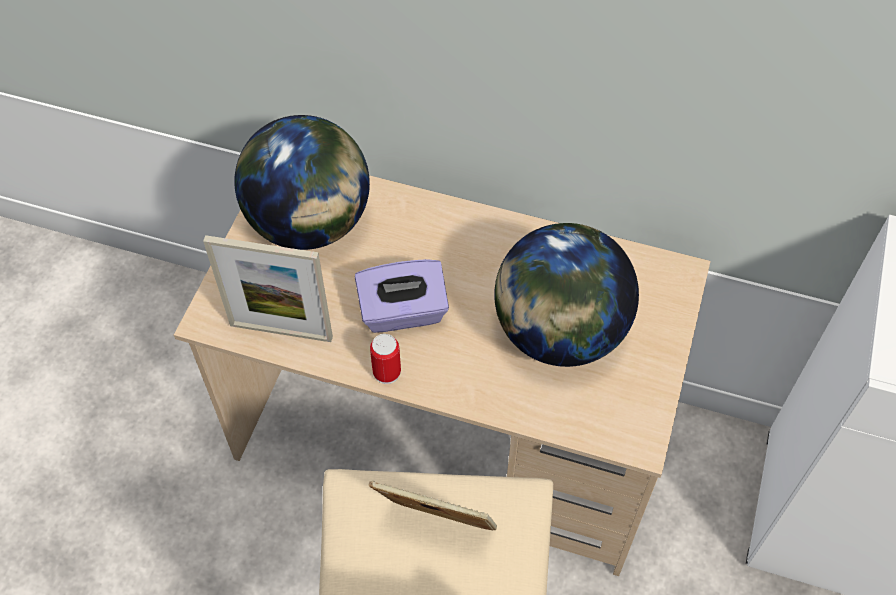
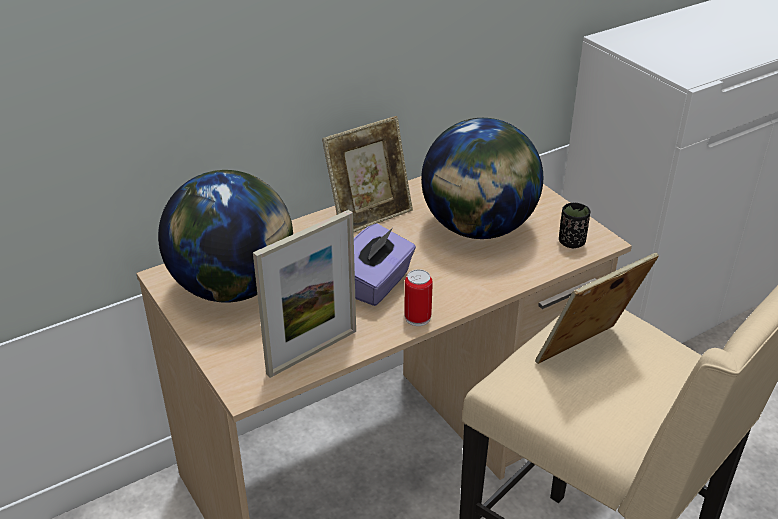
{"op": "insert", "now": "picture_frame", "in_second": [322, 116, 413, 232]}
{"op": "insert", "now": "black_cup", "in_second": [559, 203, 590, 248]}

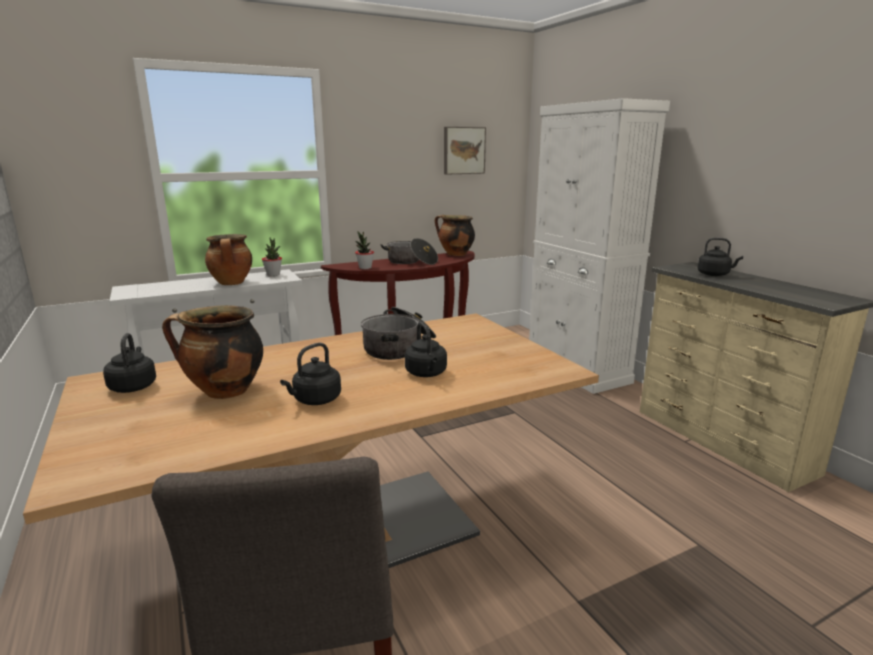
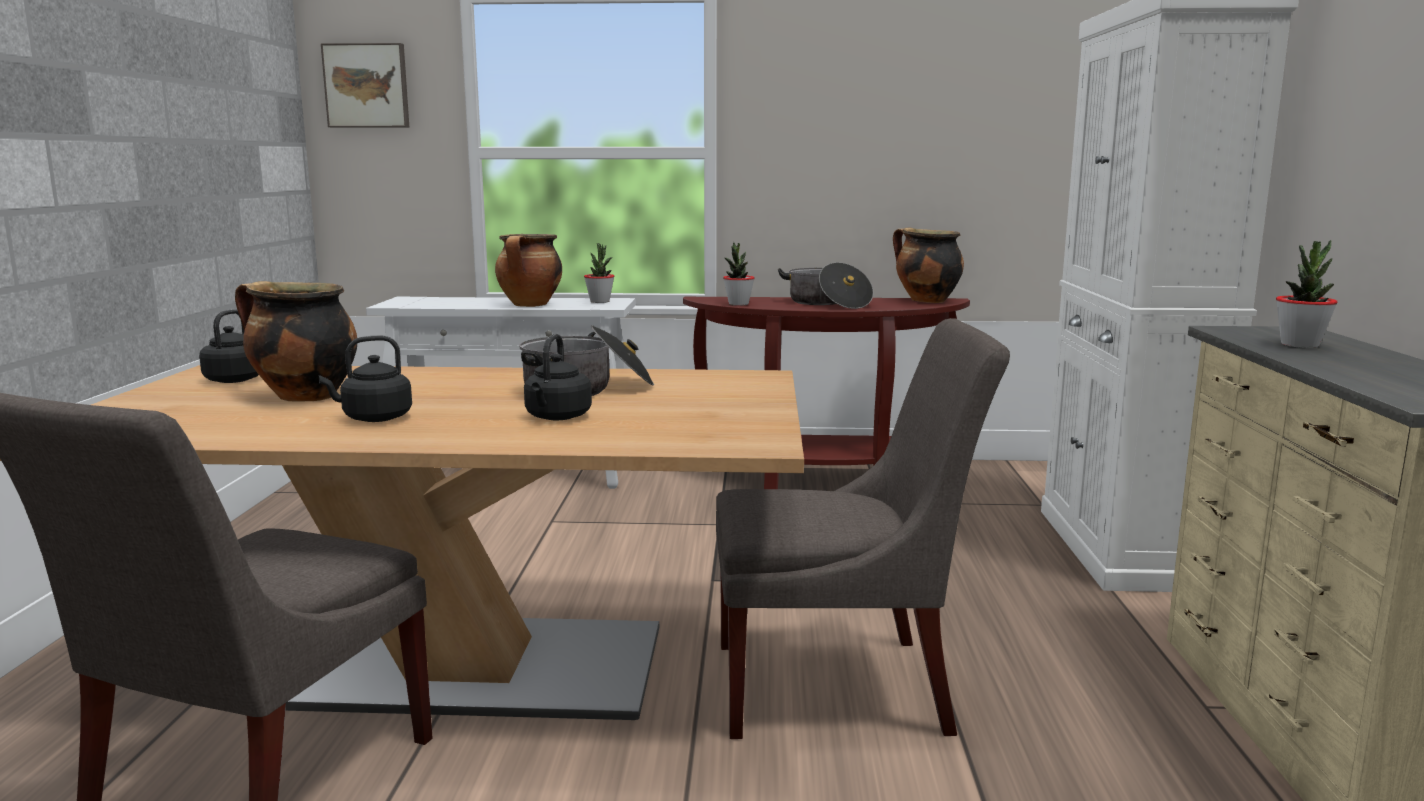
{"op": "insert", "now": "grey_chair", "in_second": [716, 318, 1010, 739]}
{"op": "move", "was": "picture", "in_first": [444, 127, 486, 175], "in_second": [321, 43, 409, 128]}
{"op": "replace", "was": "black_kettle", "now": "potted_plant", "in_first": [698, 237, 743, 276], "in_second": [1276, 240, 1338, 348]}

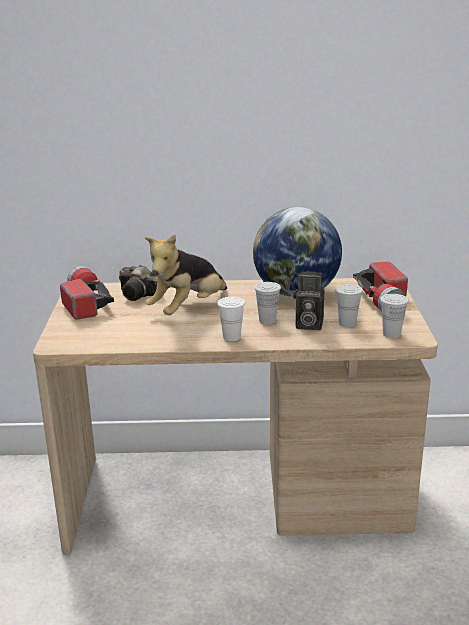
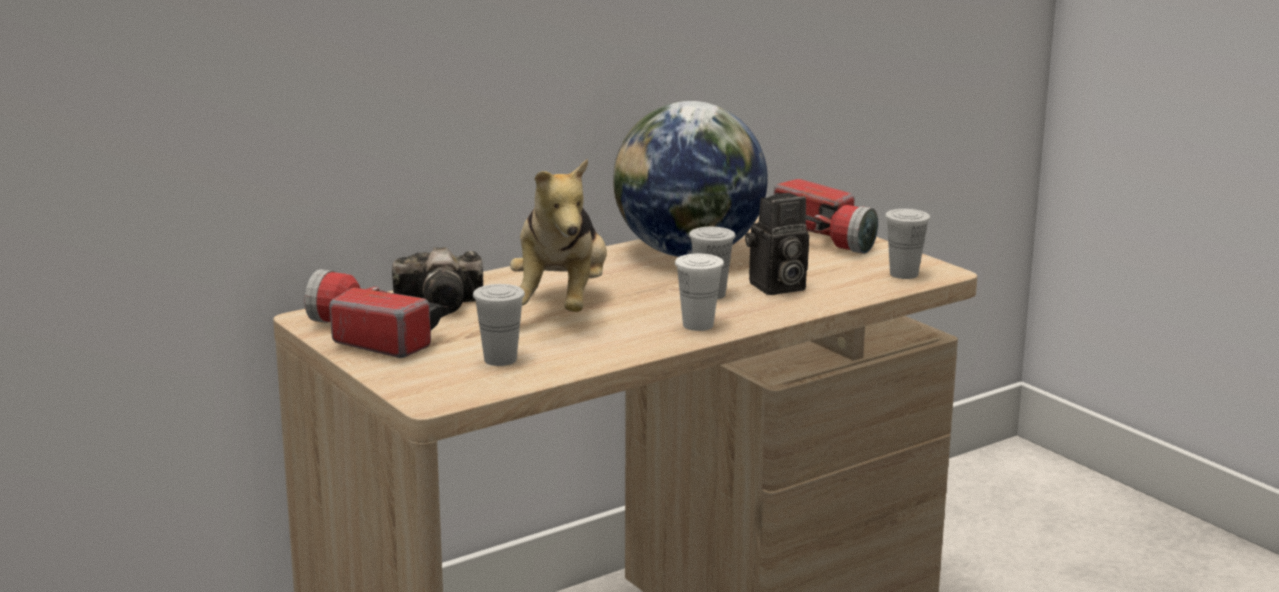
{"op": "move", "was": "white_cup", "in_first": [336, 284, 363, 327], "in_second": [473, 284, 525, 366]}

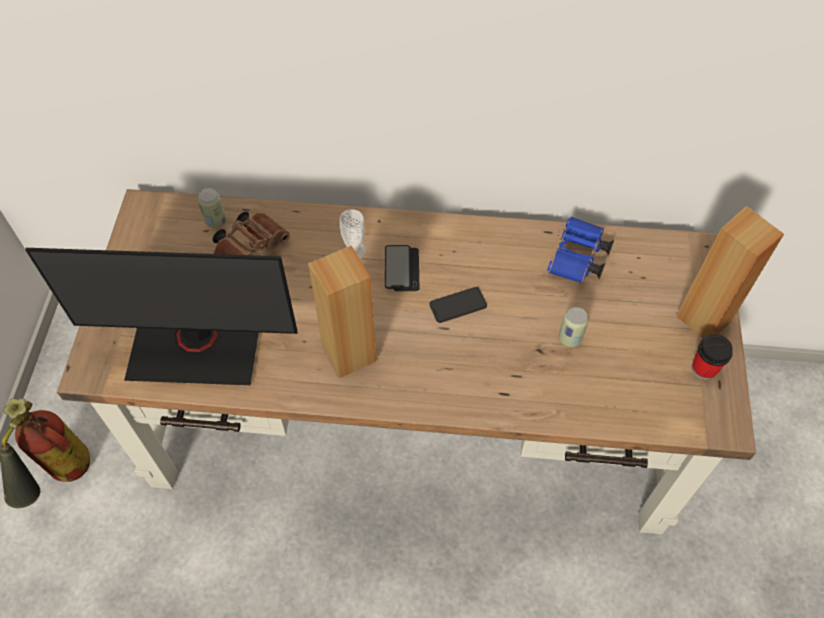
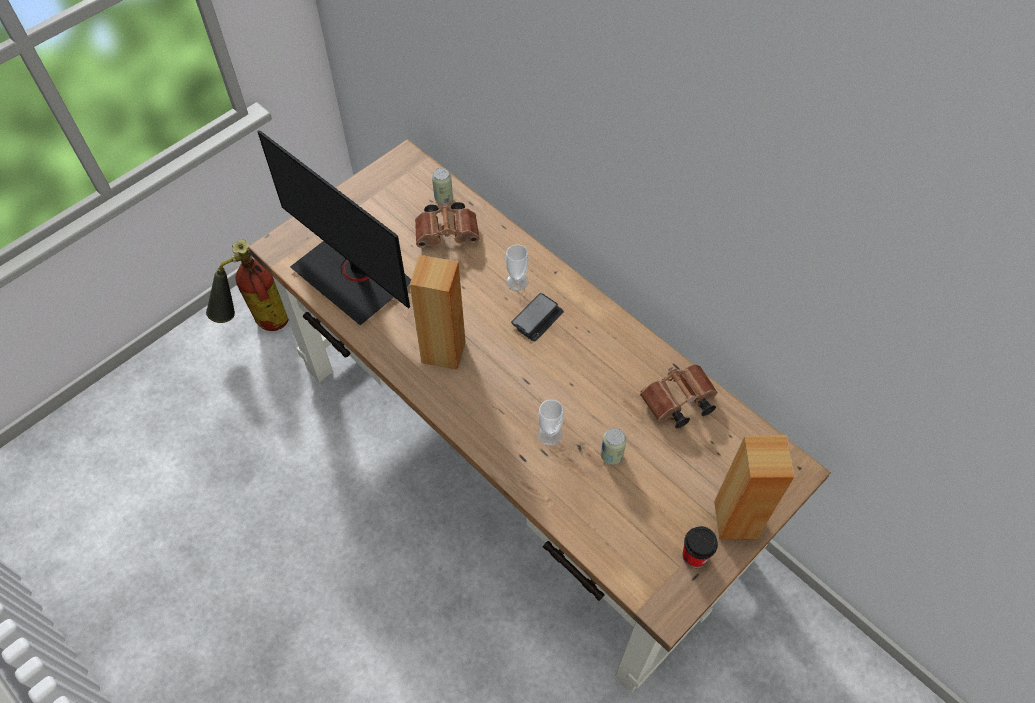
{"op": "delete", "was": "phone", "in_first": [429, 287, 487, 323]}
{"op": "insert", "now": "cup", "in_second": [537, 400, 564, 446]}
{"op": "recolor", "was": "blue_binoculars", "now": "brown_binoculars", "in_first": [547, 217, 614, 284], "in_second": [640, 364, 718, 428]}

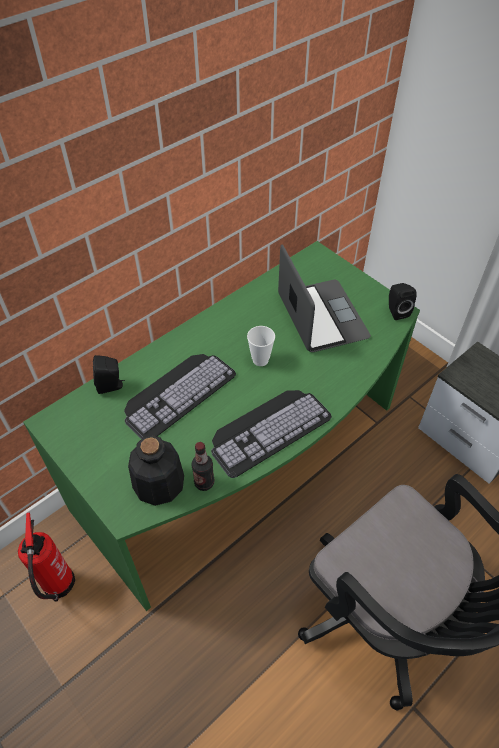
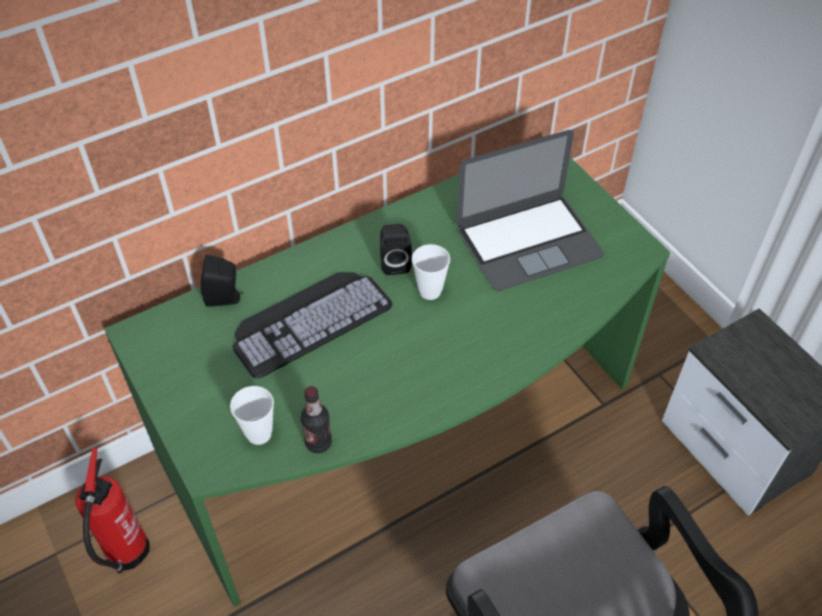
{"op": "delete", "was": "keyboard", "in_first": [211, 390, 332, 478]}
{"op": "move", "was": "black_speaker", "in_first": [389, 283, 417, 320], "in_second": [380, 224, 412, 275]}
{"op": "replace", "was": "bottle", "now": "cup", "in_first": [128, 435, 184, 506], "in_second": [230, 386, 274, 445]}
{"op": "rotate", "was": "laptop", "in_first": [278, 244, 371, 352], "in_second": [457, 130, 604, 291], "clockwise": 75}

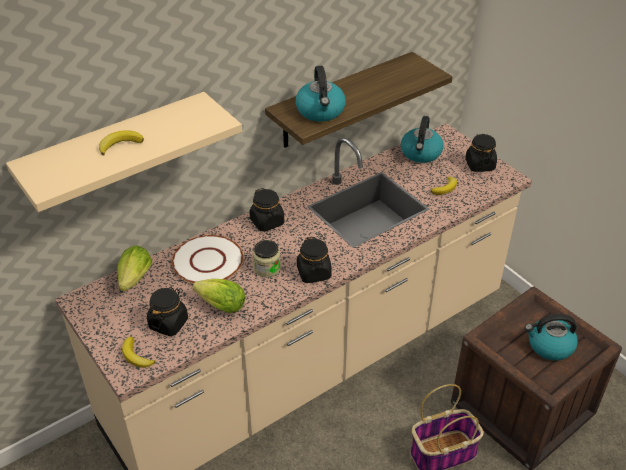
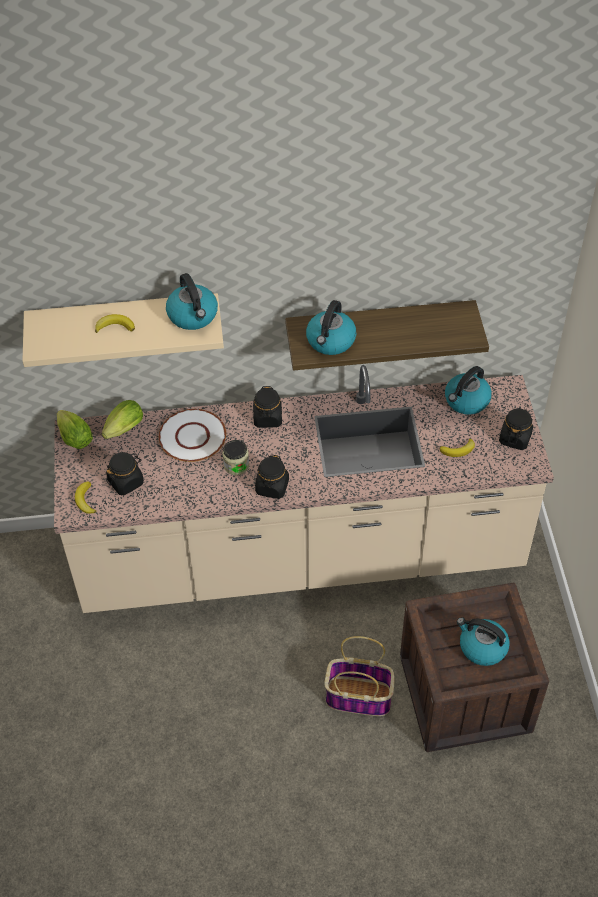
{"op": "insert", "now": "kettle", "in_second": [166, 273, 218, 330]}
{"op": "move", "was": "lettuce", "in_first": [193, 279, 245, 313], "in_second": [57, 410, 93, 449]}

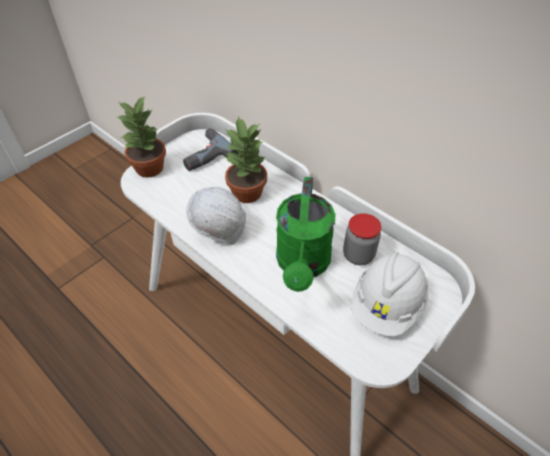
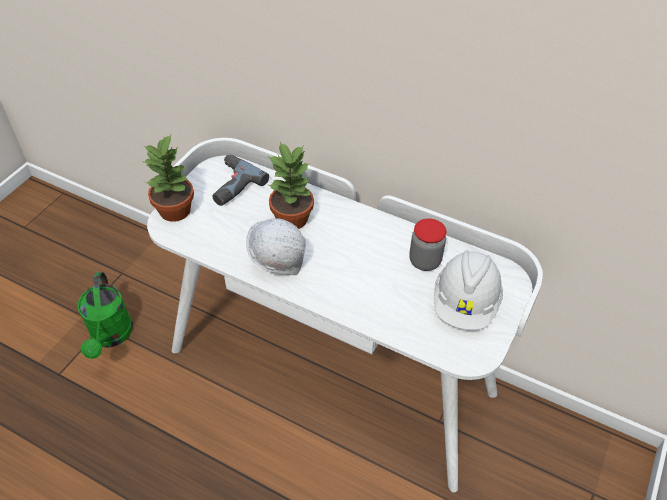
{"op": "move", "was": "green_watering_can", "in_first": [276, 177, 336, 292], "in_second": [77, 272, 133, 359]}

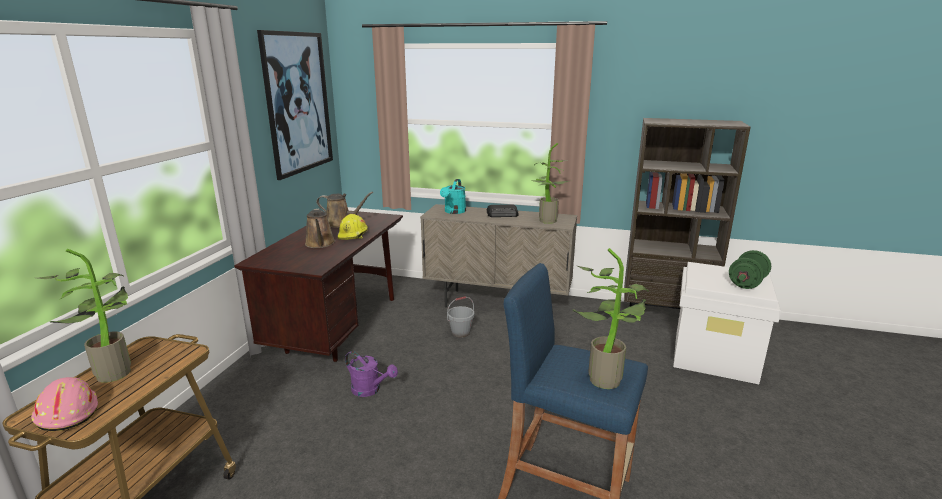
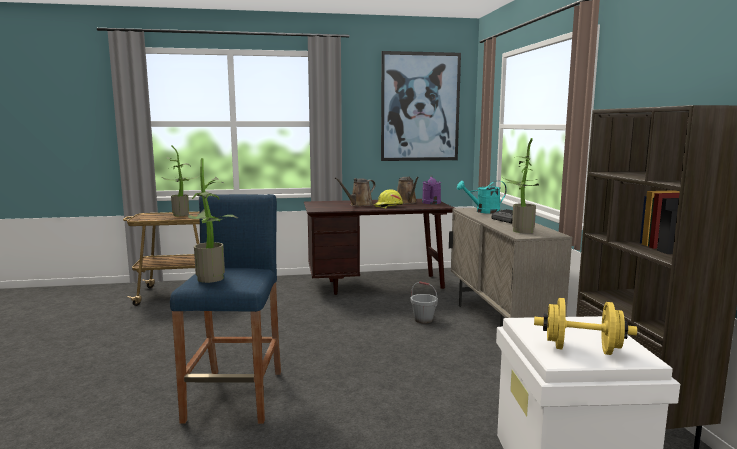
{"op": "delete", "was": "pink_hard_hat", "in_first": [31, 377, 98, 431]}
{"op": "move", "was": "purple_watering_can", "in_first": [345, 351, 398, 397], "in_second": [422, 175, 441, 204]}
{"op": "recolor", "was": "green_dumbbell", "now": "yellow_dumbbell", "in_first": [729, 250, 771, 289], "in_second": [534, 298, 637, 355]}

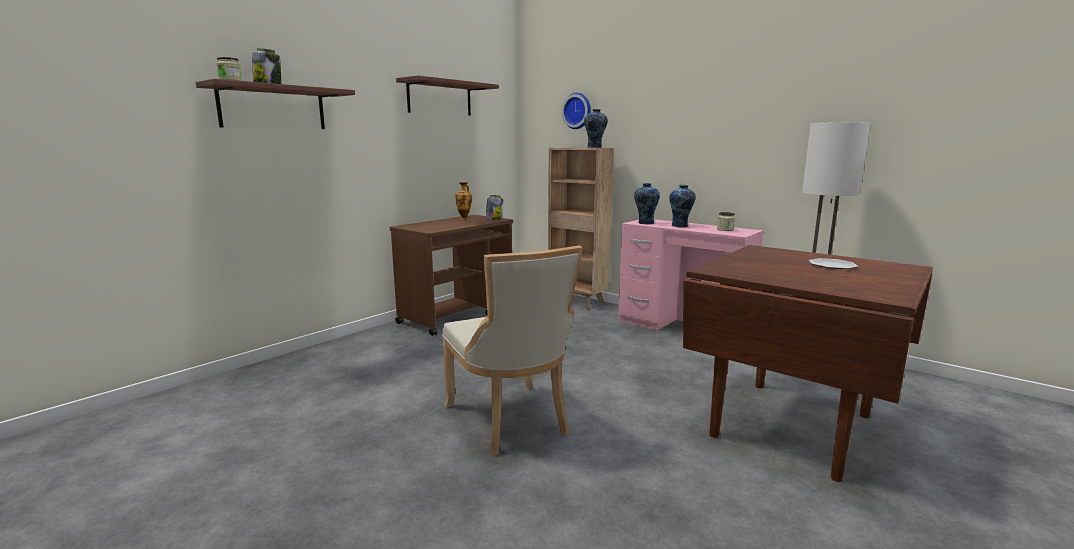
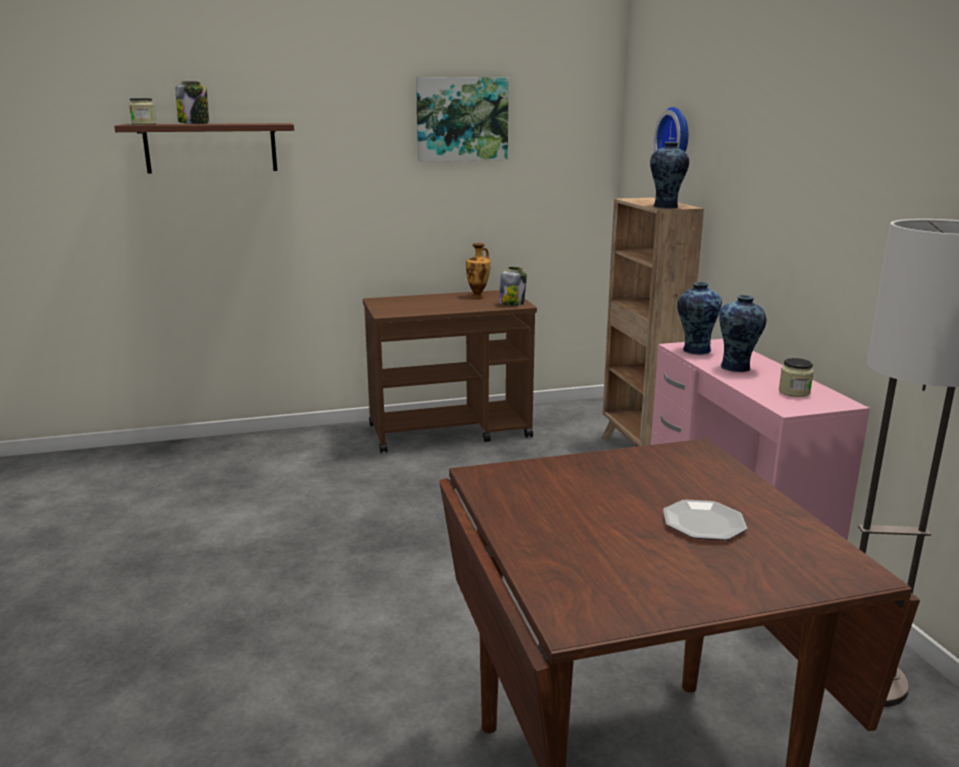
{"op": "delete", "was": "beige_chair", "in_first": [442, 245, 583, 455]}
{"op": "replace", "was": "brown_shelf", "now": "picture", "in_first": [396, 75, 499, 116], "in_second": [416, 77, 509, 162]}

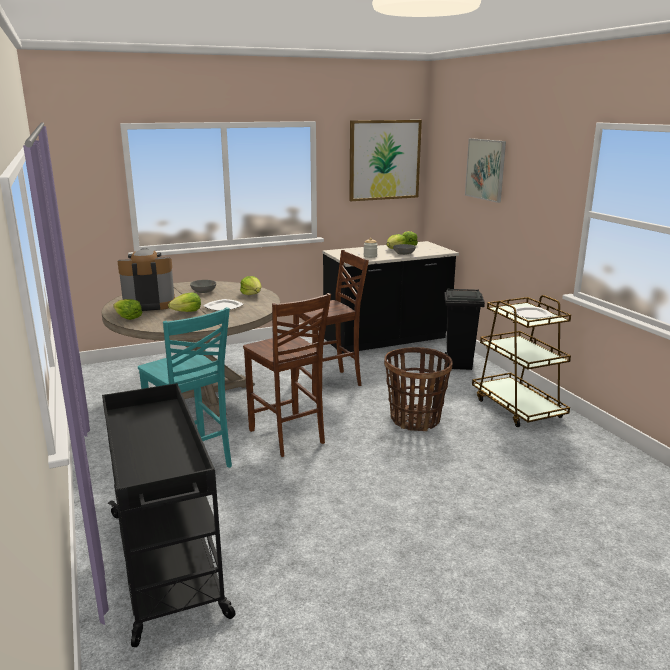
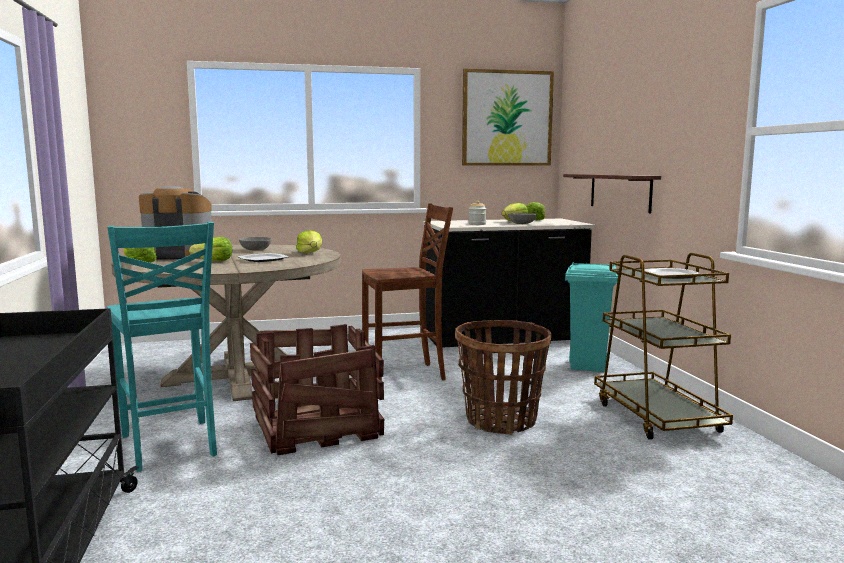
{"op": "delete", "was": "picture", "in_first": [465, 138, 506, 203]}
{"op": "insert", "now": "shelf", "in_second": [563, 174, 661, 213]}
{"op": "replace", "was": "brown_chair", "now": "crate", "in_first": [243, 293, 331, 457], "in_second": [250, 324, 384, 455]}
{"op": "recolor", "was": "black_trash_can", "now": "turquoise_trash_can", "in_first": [444, 288, 485, 370], "in_second": [565, 263, 618, 372]}

